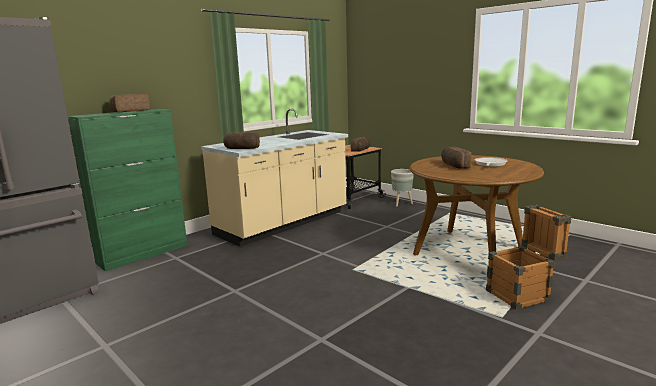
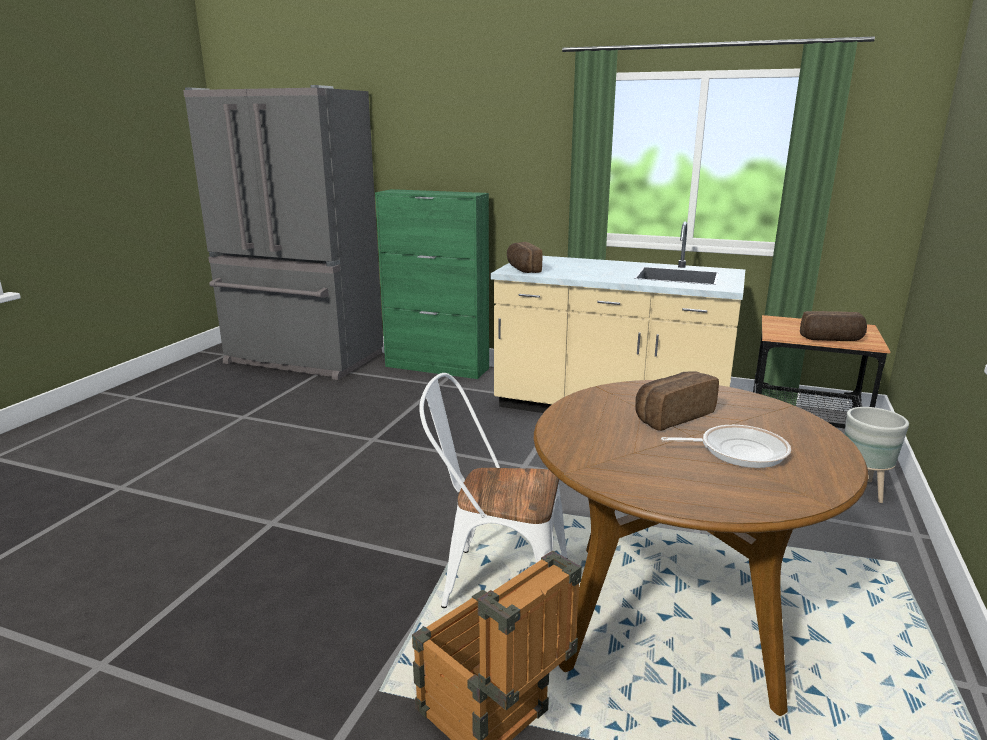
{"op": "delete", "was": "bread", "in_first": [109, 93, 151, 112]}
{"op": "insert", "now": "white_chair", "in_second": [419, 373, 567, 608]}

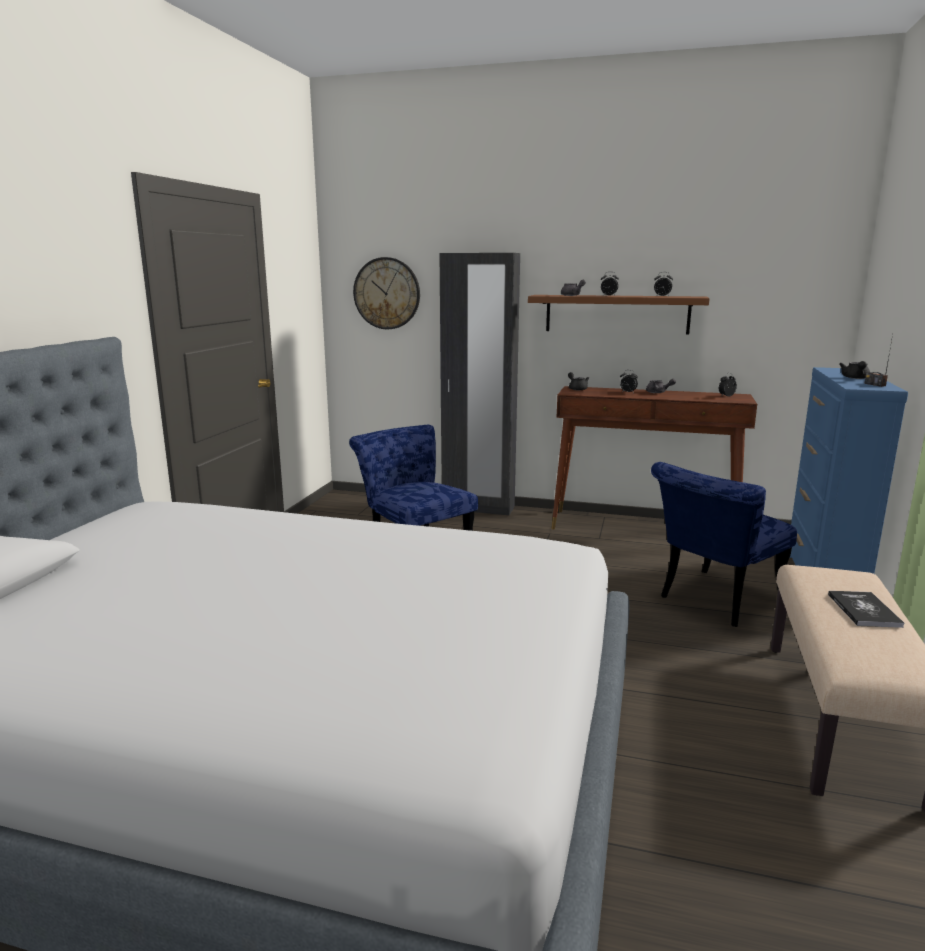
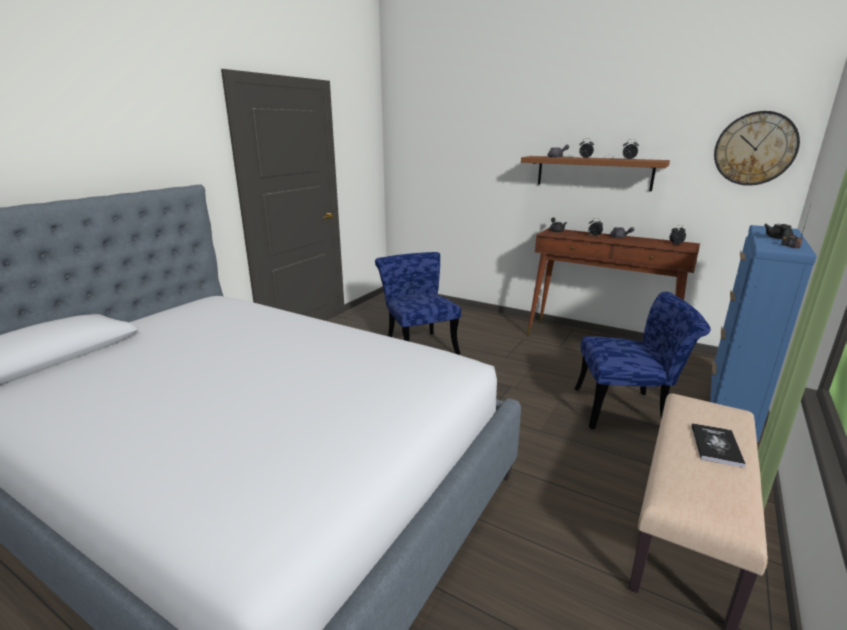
{"op": "delete", "was": "black_wardrobe", "in_first": [440, 253, 520, 516]}
{"op": "move", "was": "wall_clock", "in_first": [353, 257, 420, 329], "in_second": [714, 111, 800, 185]}
{"op": "rotate", "was": "blue_chair", "in_first": [651, 462, 797, 627], "in_second": [574, 292, 711, 429], "clockwise": -150}

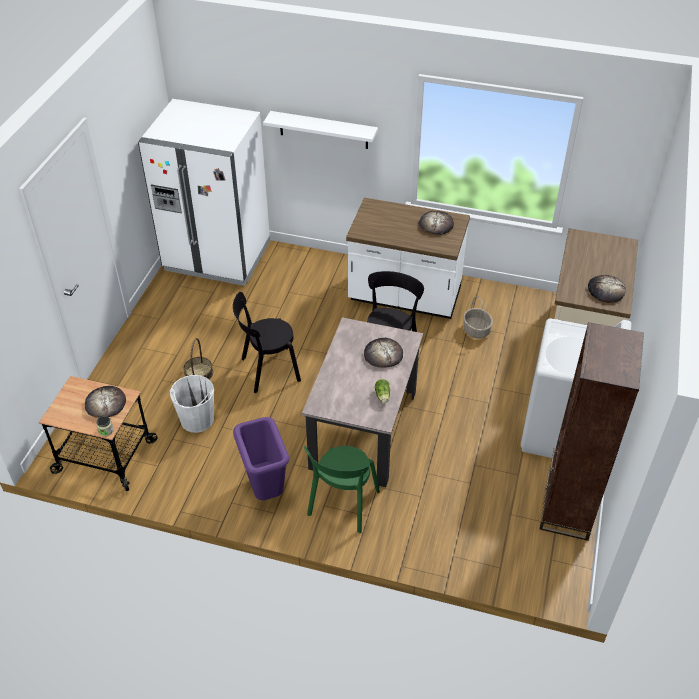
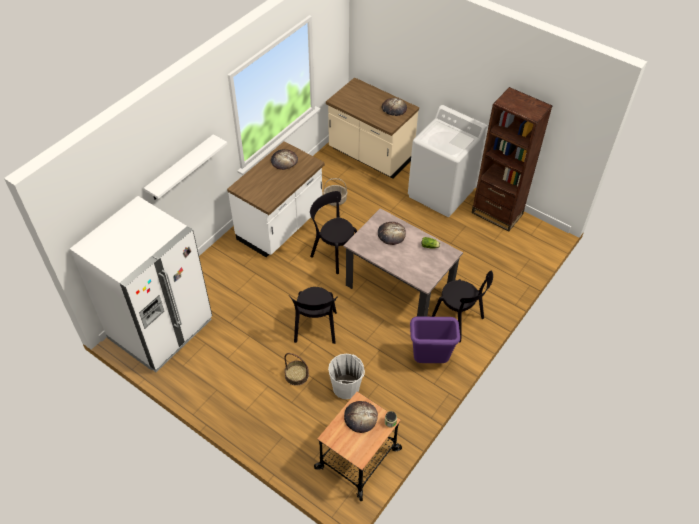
{"op": "recolor", "was": "green_chair", "now": "black_chair", "in_first": [304, 446, 380, 533], "in_second": [431, 270, 493, 342]}

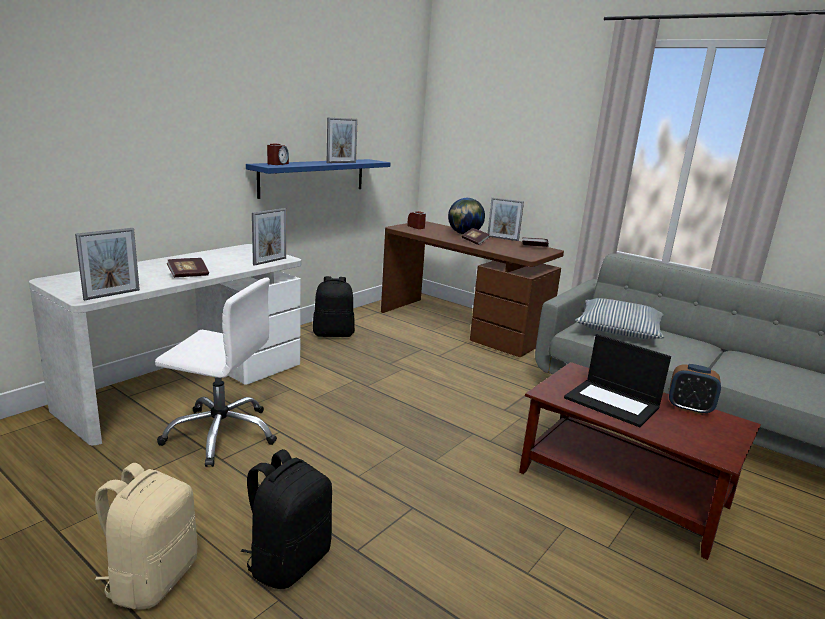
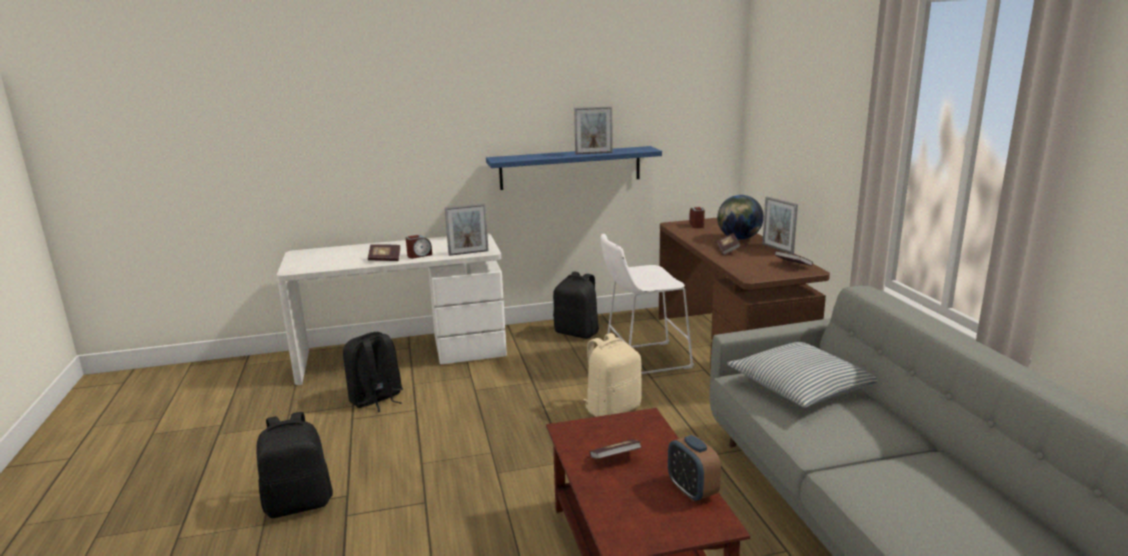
{"op": "delete", "was": "picture_frame", "in_first": [75, 228, 140, 300]}
{"op": "insert", "now": "white_stool", "in_second": [600, 234, 694, 374]}
{"op": "move", "was": "beige_backpack", "in_first": [95, 463, 197, 610], "in_second": [583, 333, 642, 417]}
{"op": "move", "was": "alarm_clock", "in_first": [267, 143, 289, 165], "in_second": [406, 235, 432, 259]}
{"op": "replace", "was": "white_office_chair", "now": "black_backpack", "in_first": [155, 278, 277, 467], "in_second": [343, 332, 403, 412]}
{"op": "replace", "was": "laptop", "now": "book", "in_first": [564, 334, 671, 427], "in_second": [589, 440, 642, 459]}

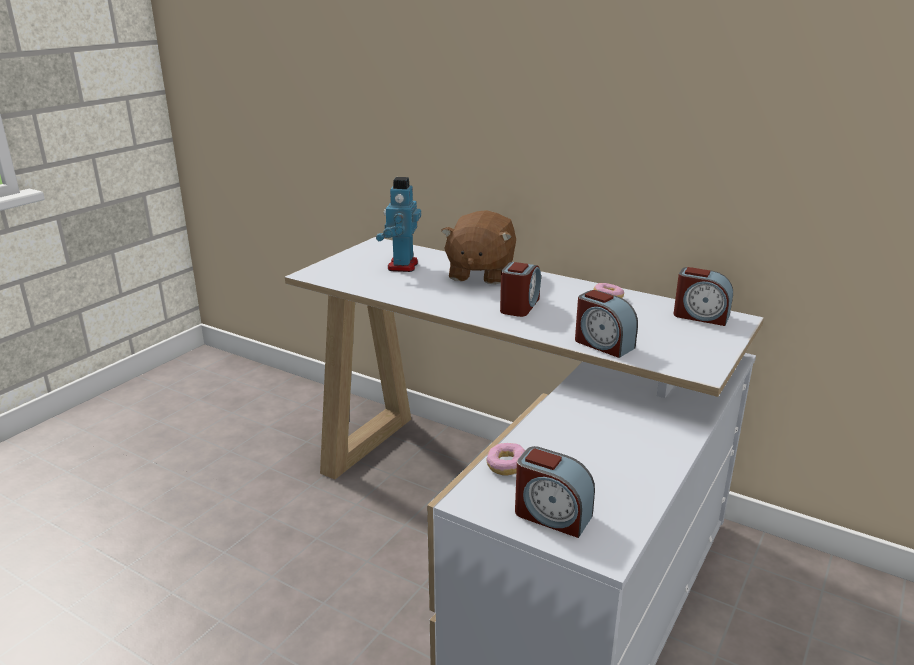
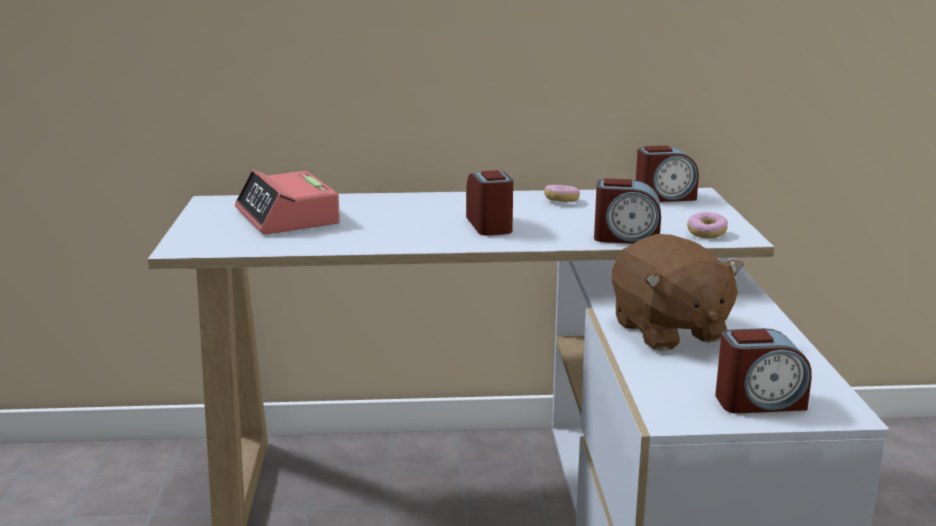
{"op": "move", "was": "brown_plush_toy", "in_first": [441, 210, 516, 285], "in_second": [612, 234, 744, 351]}
{"op": "move", "was": "donut", "in_first": [486, 443, 525, 476], "in_second": [687, 212, 728, 238]}
{"op": "replace", "was": "toy_robot", "now": "alarm_clock", "in_first": [376, 177, 421, 272], "in_second": [235, 170, 340, 234]}

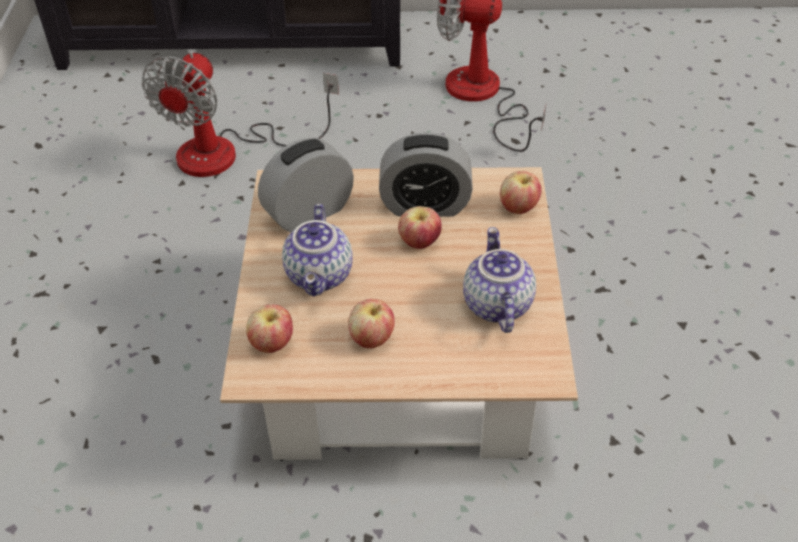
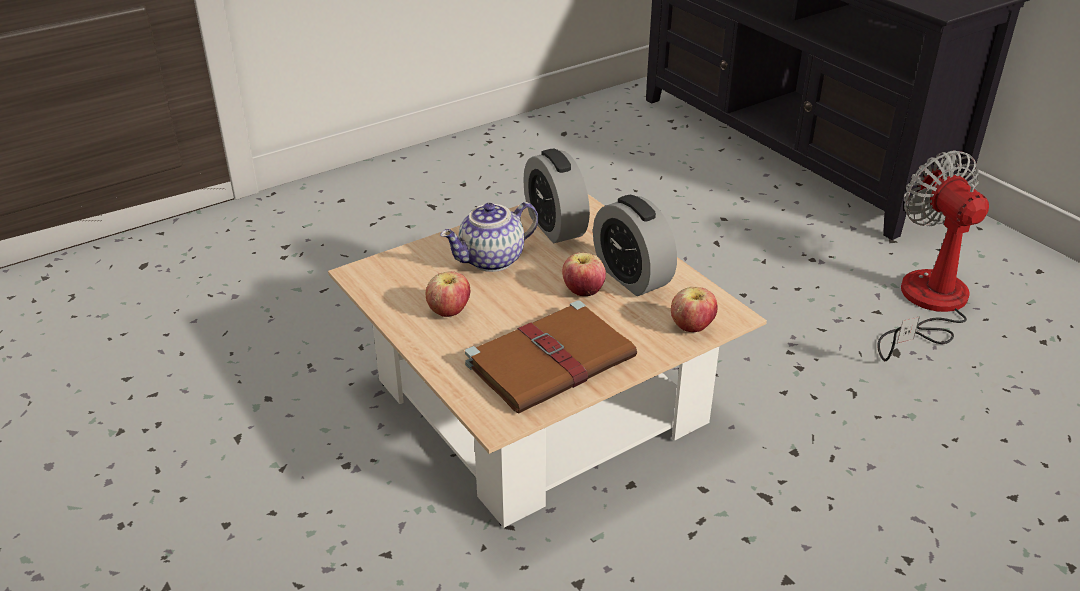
{"op": "delete", "was": "fan", "in_first": [141, 51, 339, 177]}
{"op": "delete", "was": "apple", "in_first": [246, 304, 293, 353]}
{"op": "replace", "was": "teapot", "now": "brown_book", "in_first": [463, 227, 536, 333], "in_second": [465, 300, 637, 413]}
{"op": "rotate", "was": "alarm_clock", "in_first": [258, 138, 354, 232], "in_second": [523, 148, 590, 243], "clockwise": -135}

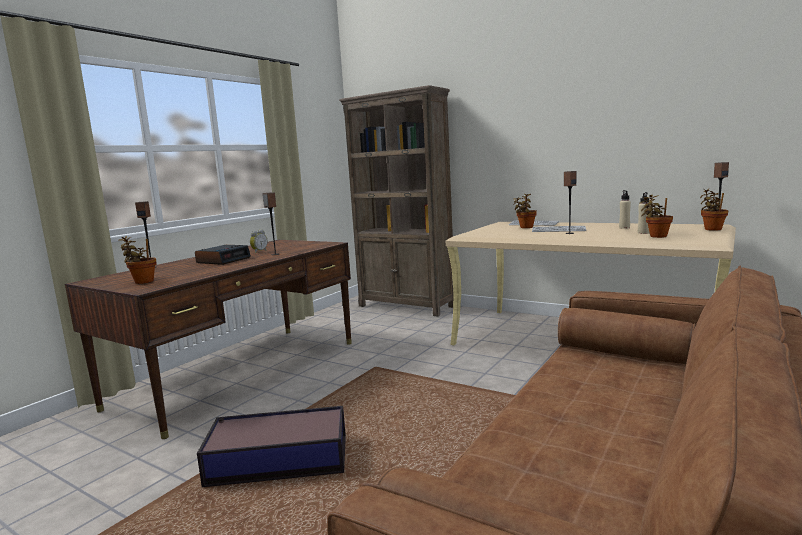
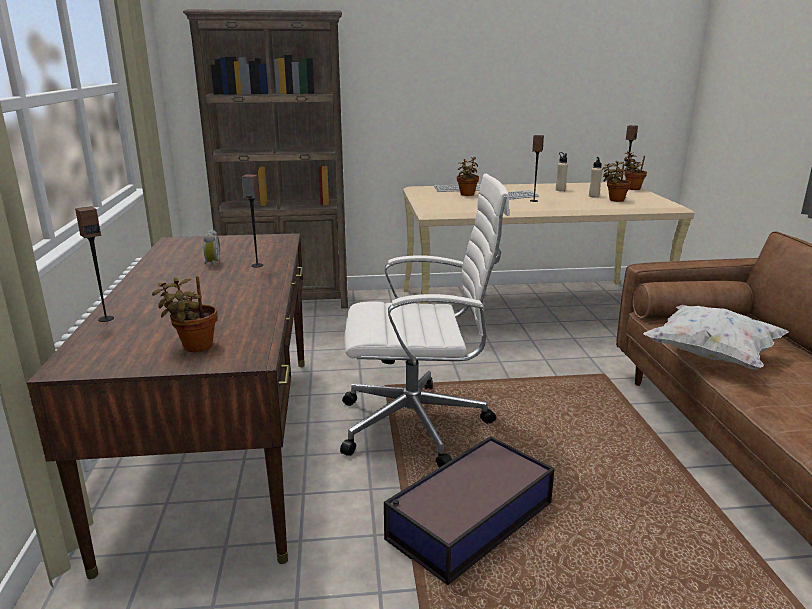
{"op": "delete", "was": "alarm_clock", "in_first": [195, 245, 251, 265]}
{"op": "insert", "now": "white_office_chair", "in_second": [340, 174, 510, 467]}
{"op": "insert", "now": "white_pillow", "in_second": [643, 305, 788, 370]}

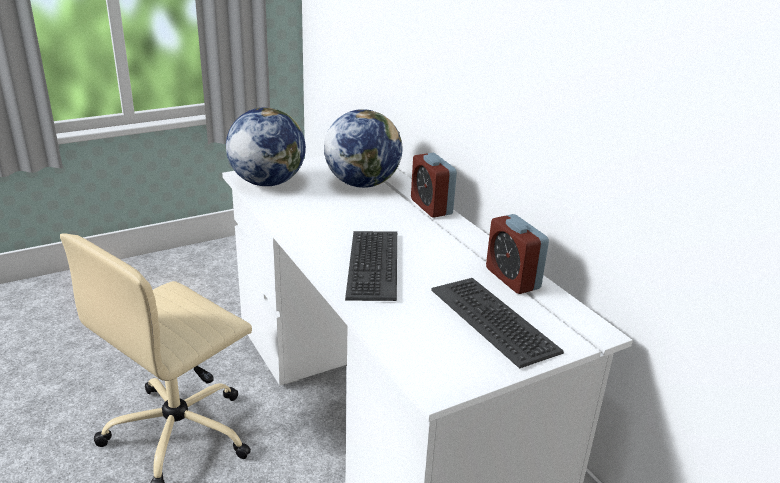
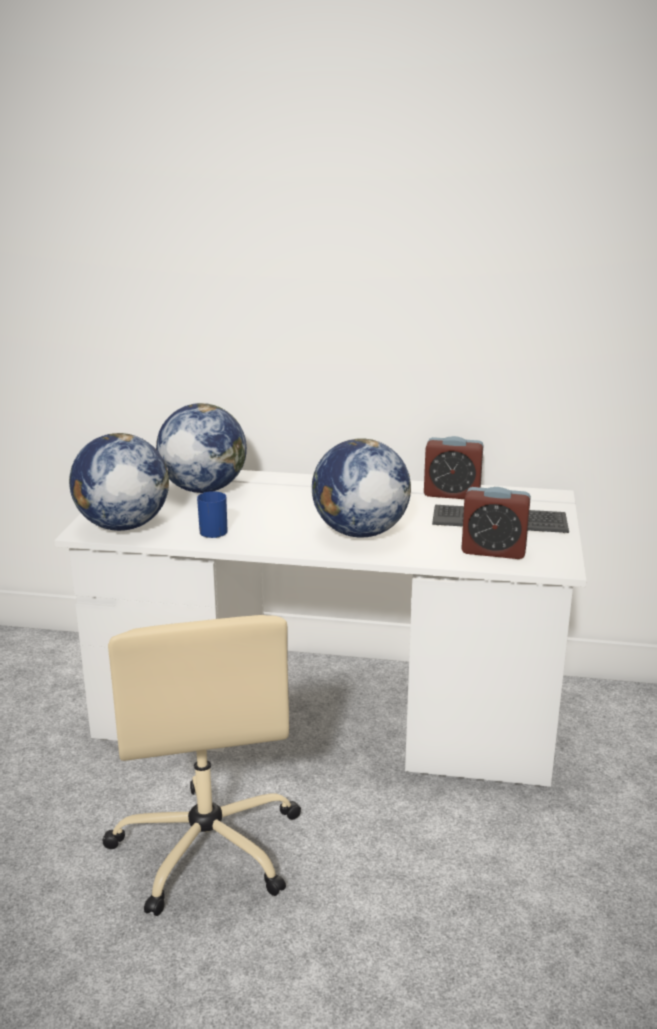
{"op": "insert", "now": "blue_mug", "in_second": [197, 491, 228, 538]}
{"op": "move", "was": "alarm_clock", "in_first": [411, 153, 457, 217], "in_second": [461, 487, 531, 559]}
{"op": "replace", "was": "keyboard", "now": "globe", "in_first": [345, 231, 397, 301], "in_second": [312, 438, 411, 538]}

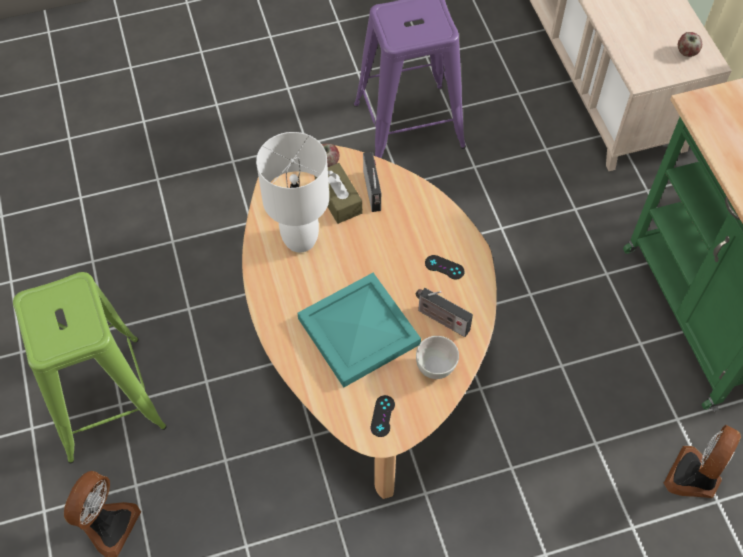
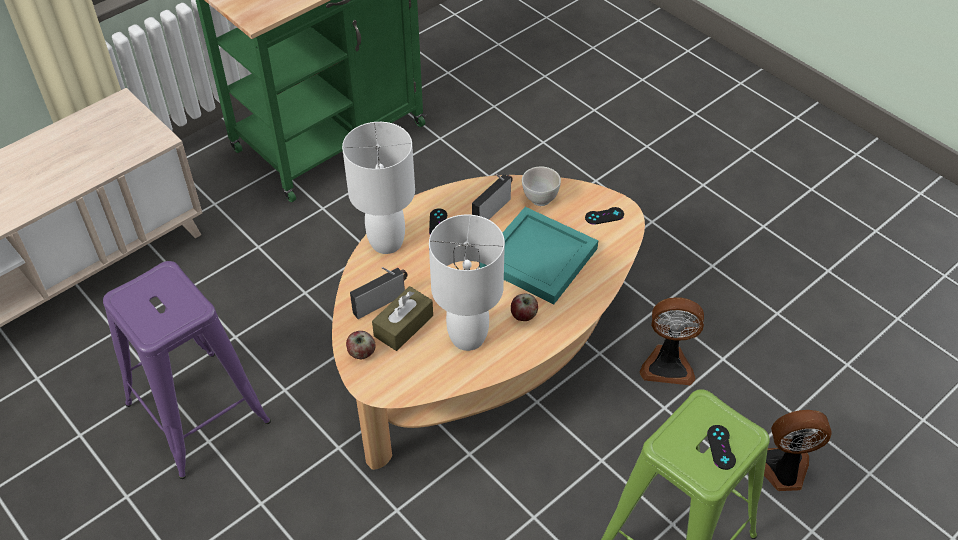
{"op": "insert", "now": "white_table_lamp", "in_second": [342, 122, 415, 254]}
{"op": "insert", "now": "black_game_controller", "in_second": [707, 425, 736, 470]}
{"op": "move", "was": "fan", "in_first": [664, 424, 741, 498], "in_second": [640, 297, 704, 385]}
{"op": "move", "was": "apple", "in_first": [678, 32, 702, 57], "in_second": [511, 294, 538, 321]}
{"op": "rotate", "was": "radio", "in_first": [416, 288, 473, 337], "in_second": [472, 173, 513, 220], "clockwise": -150}

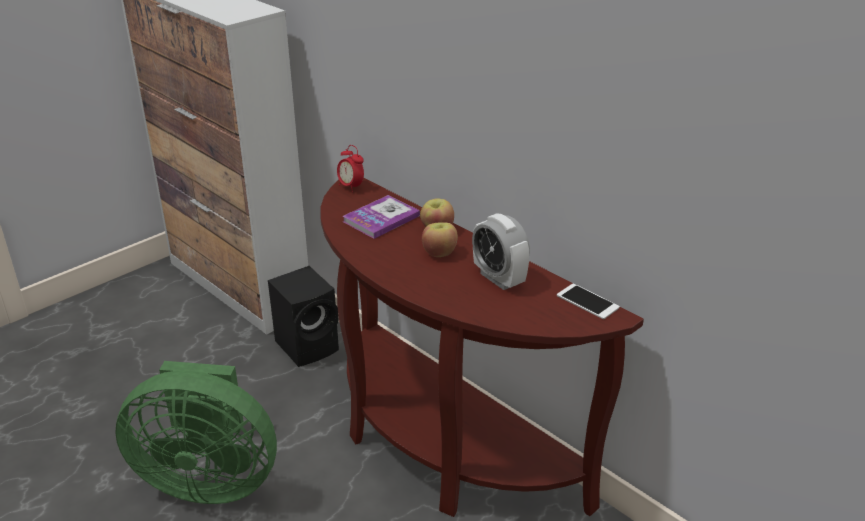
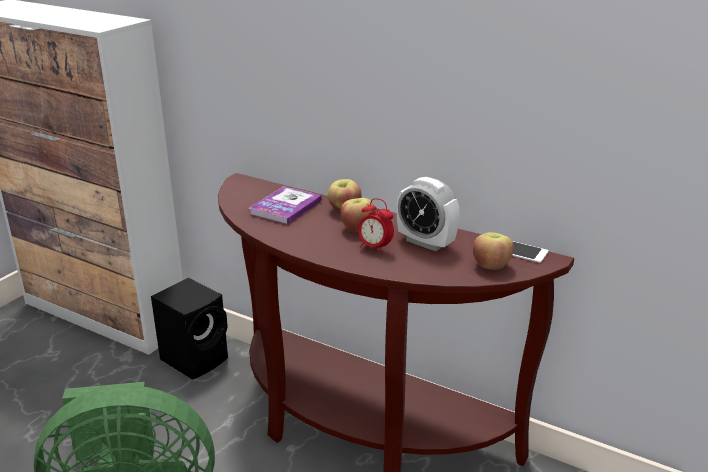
{"op": "insert", "now": "apple", "in_second": [473, 232, 514, 270]}
{"op": "move", "was": "alarm_clock", "in_first": [337, 145, 364, 192], "in_second": [358, 198, 394, 254]}

